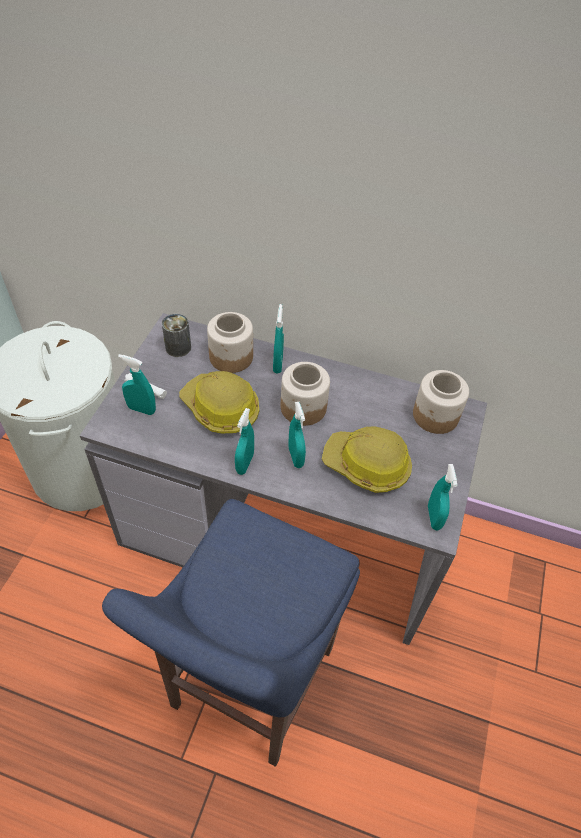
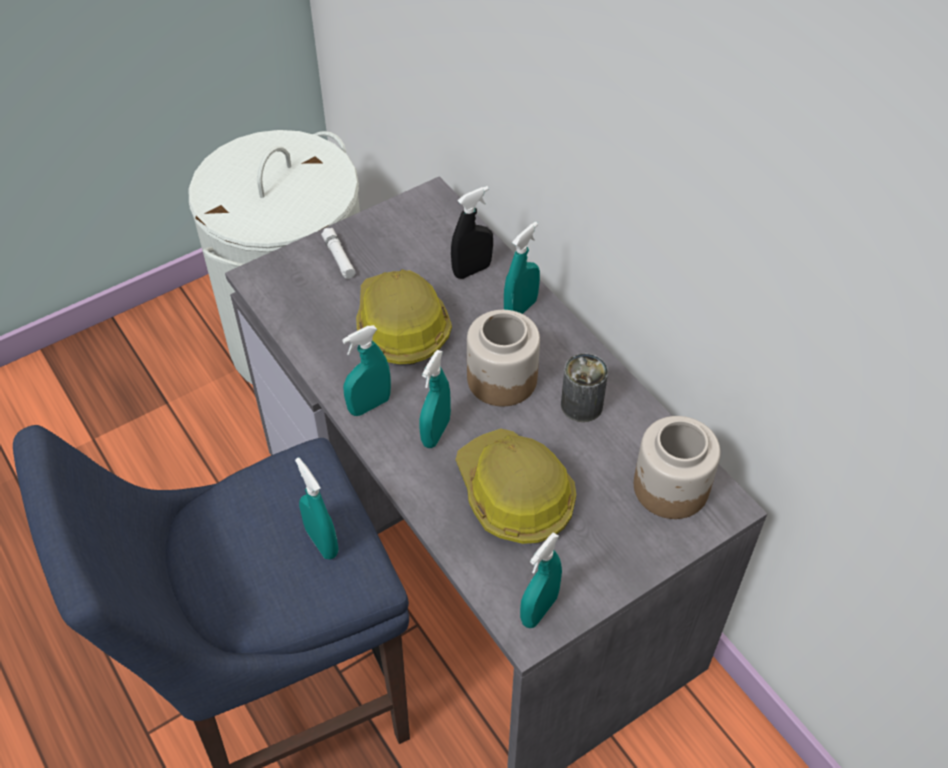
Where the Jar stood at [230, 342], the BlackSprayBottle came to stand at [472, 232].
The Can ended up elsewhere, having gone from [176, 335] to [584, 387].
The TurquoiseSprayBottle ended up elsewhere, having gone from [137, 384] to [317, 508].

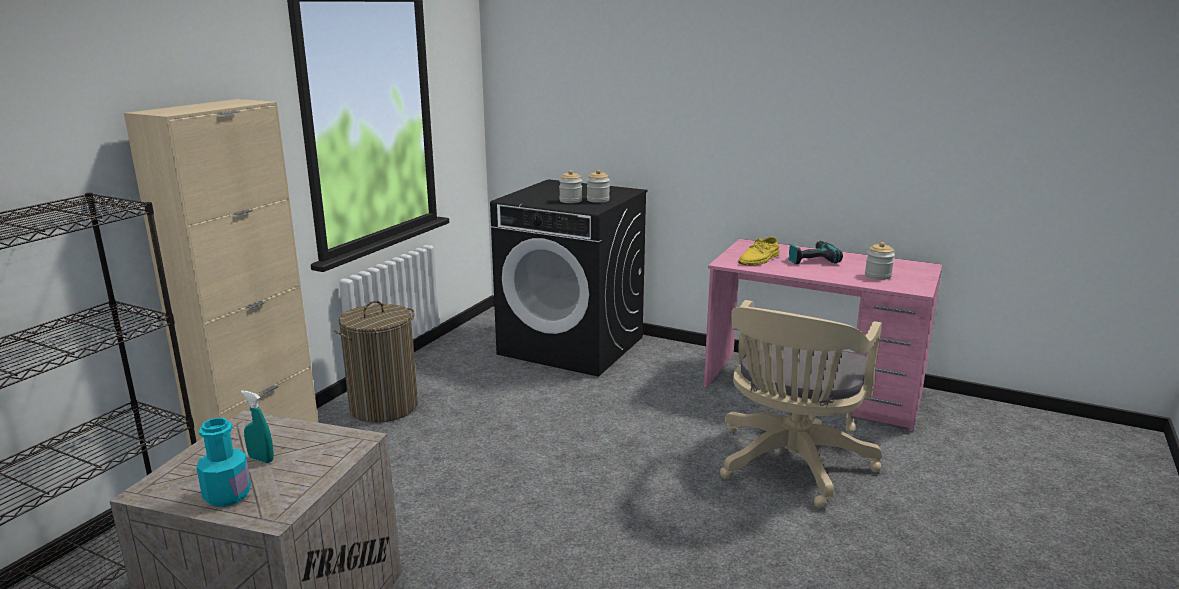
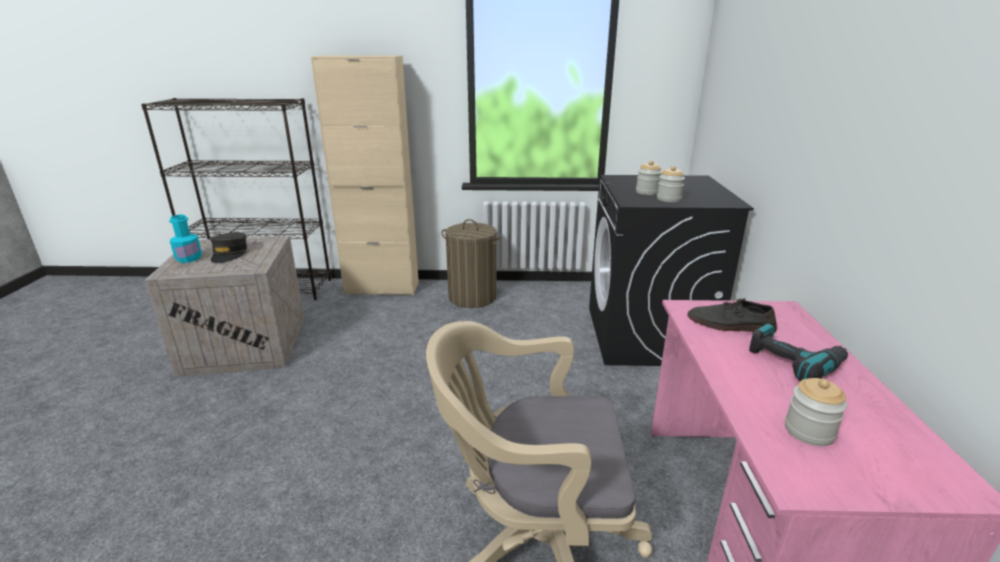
What was the YellowShoe at [758, 251] turned into the GreyShoe at [732, 315].
Where the TurquoiseSprayBottle stood at [257, 426], the GreyCap came to stand at [228, 247].

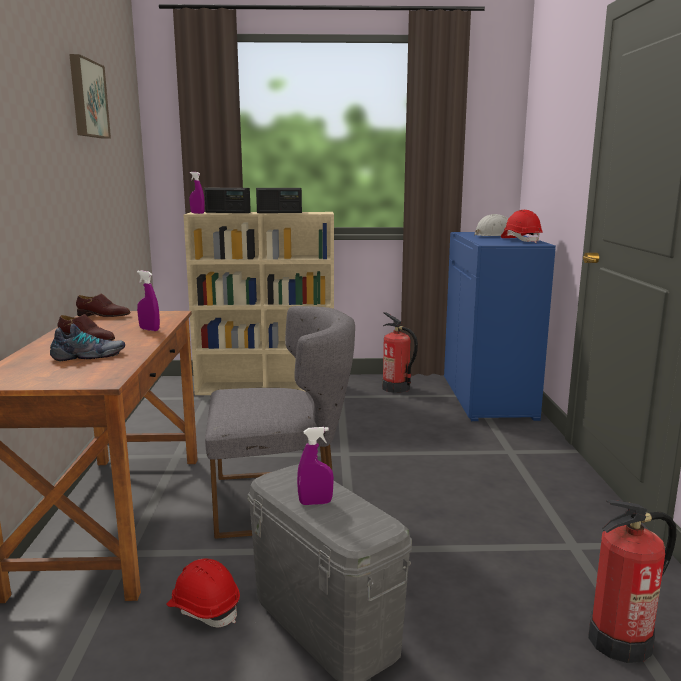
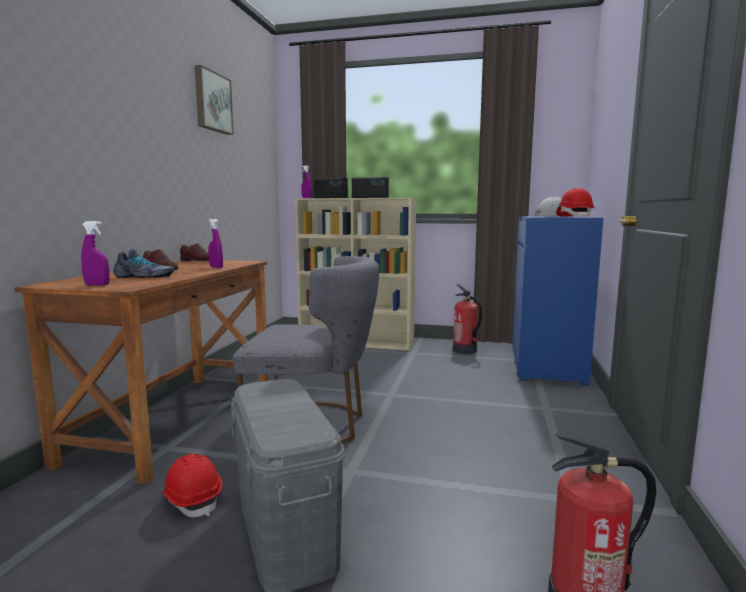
The PurpleSprayBottle ended up elsewhere, having gone from [315, 466] to [95, 253].

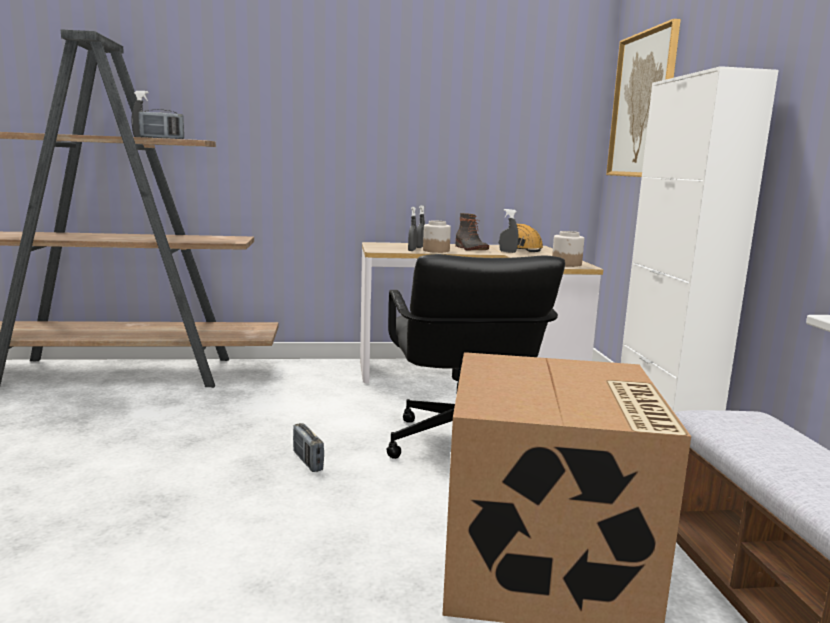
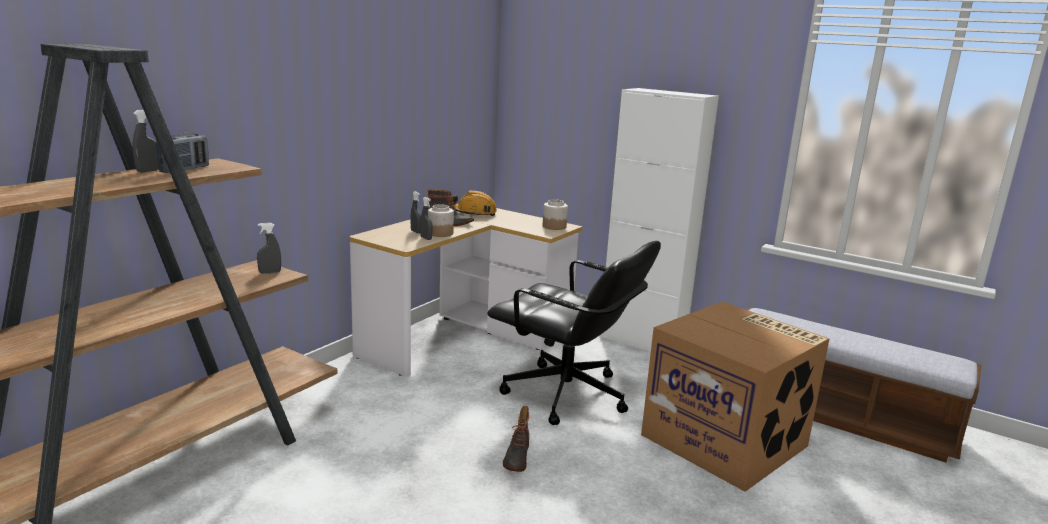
The second view lost the Picture at [643, 98].
The GreySprayBottle ended up elsewhere, having gone from [508, 231] to [269, 248].
Where the Radio stood at [308, 447], the Boot came to stand at [516, 439].

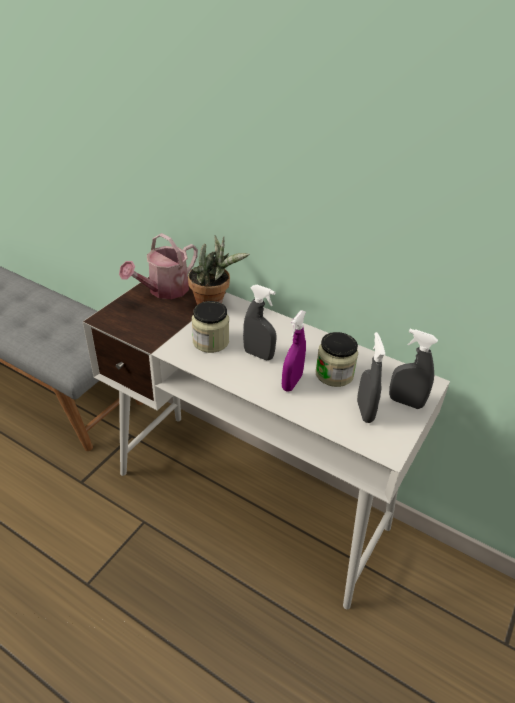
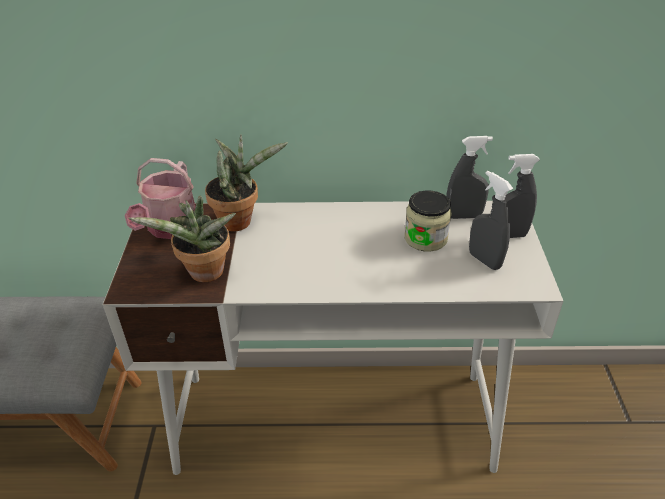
The GreySprayBottle ended up elsewhere, having gone from [259, 322] to [470, 177].
The second view lost the Jar at [210, 327].
The second view lost the PurpleSprayBottle at [294, 351].
The second view gained the PottedPlant at [182, 239].

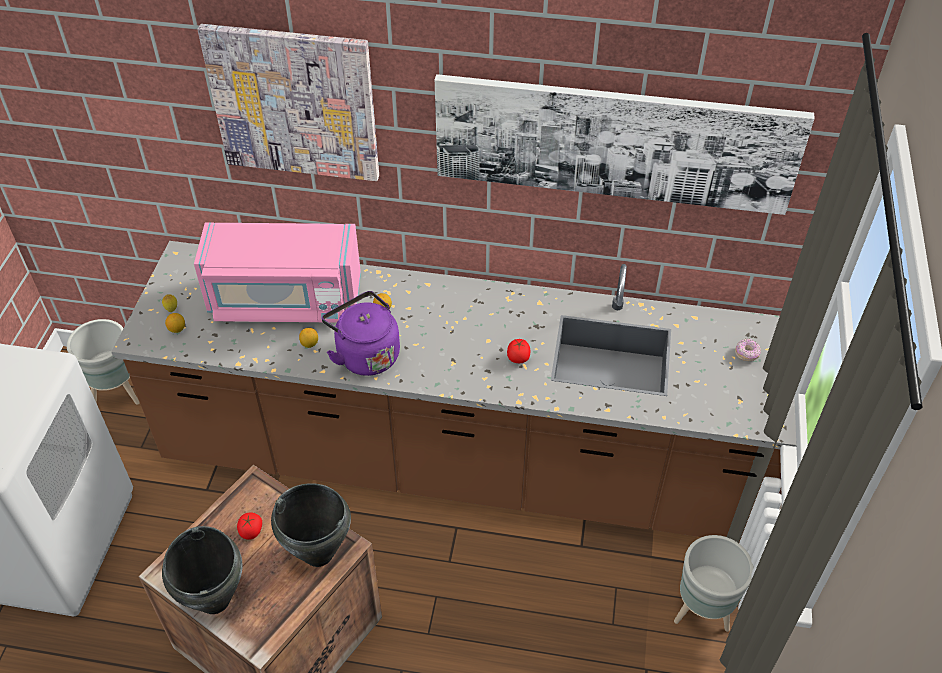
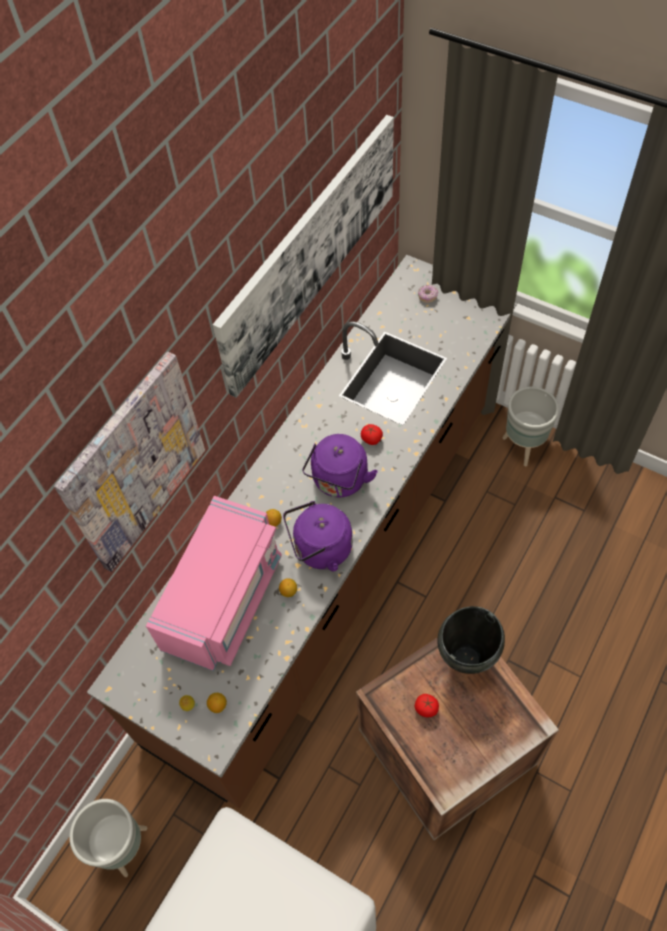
The second view lost the BlackCookingPot at [202, 570].
The second view gained the PurpleKettle at [340, 465].

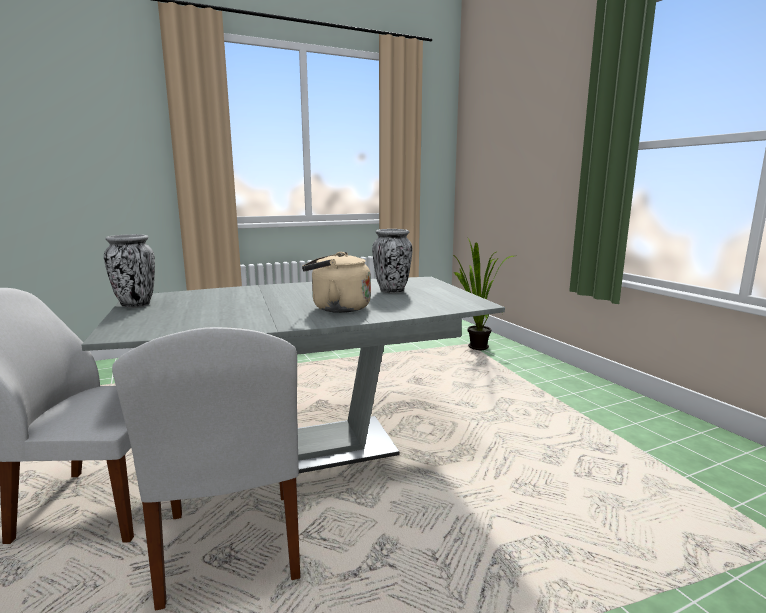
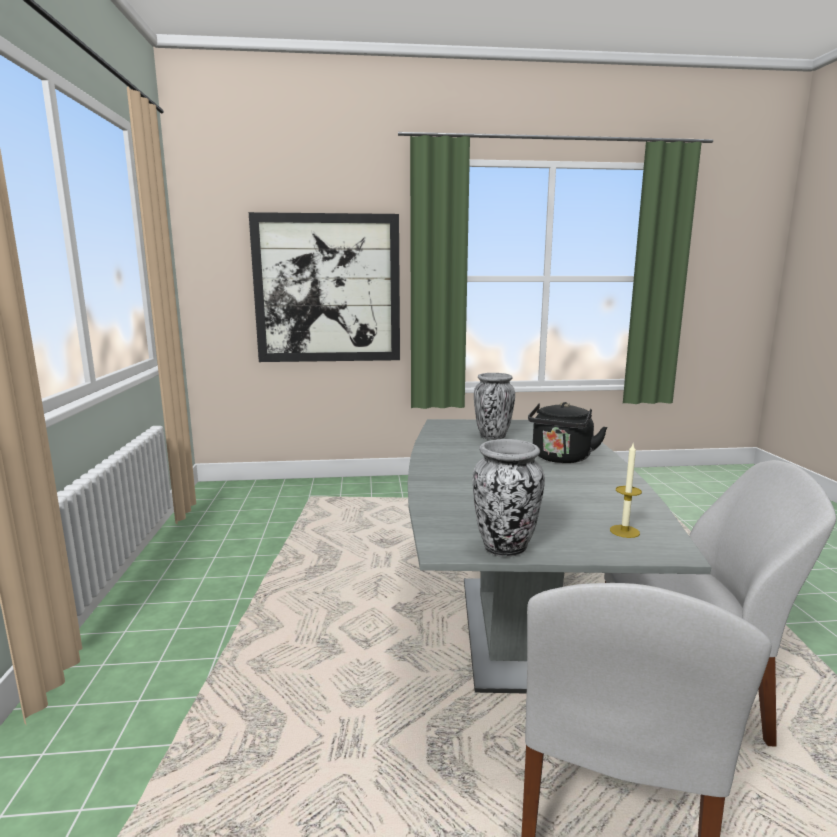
The second view lost the PottedPlant at [483, 293].
What was the BeigeKettle at [336, 282] turned into the BlackKettle at [568, 432].
The second view gained the Picture at [324, 287].
The second view gained the Candle at [626, 491].

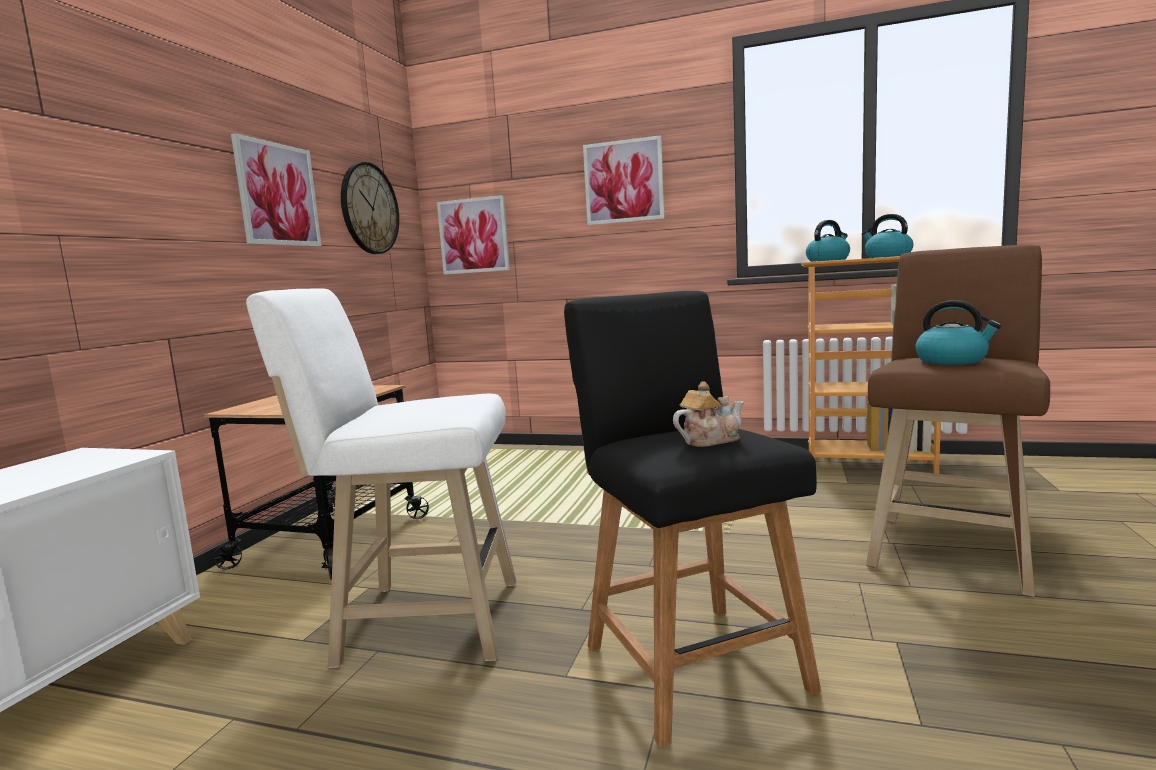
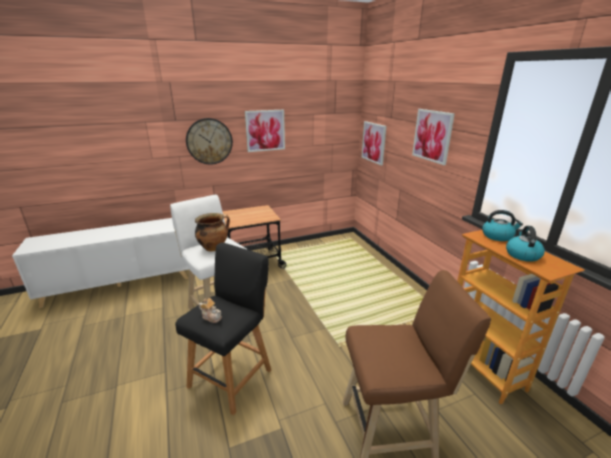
The WallClock ended up elsewhere, having gone from [370, 208] to [209, 141].
The second view lost the Kettle at [958, 332].
The second view gained the CookingPot at [212, 232].

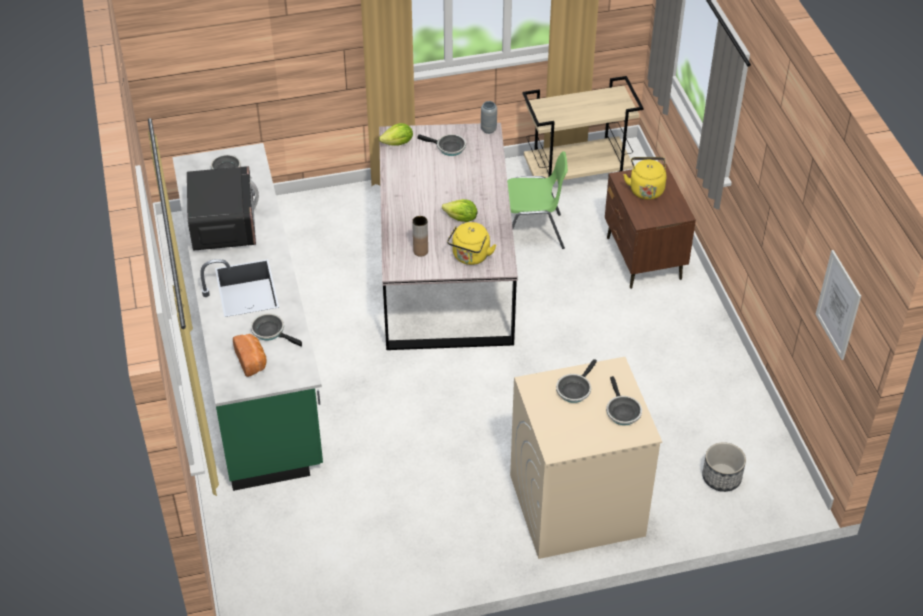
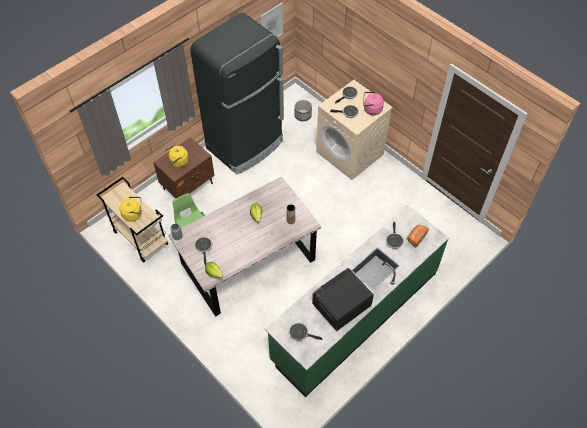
The YellowKettle ended up elsewhere, having gone from [471, 243] to [131, 209].
The second view gained the BlackFridge at [237, 94].
The second view gained the PinkKettle at [373, 103].

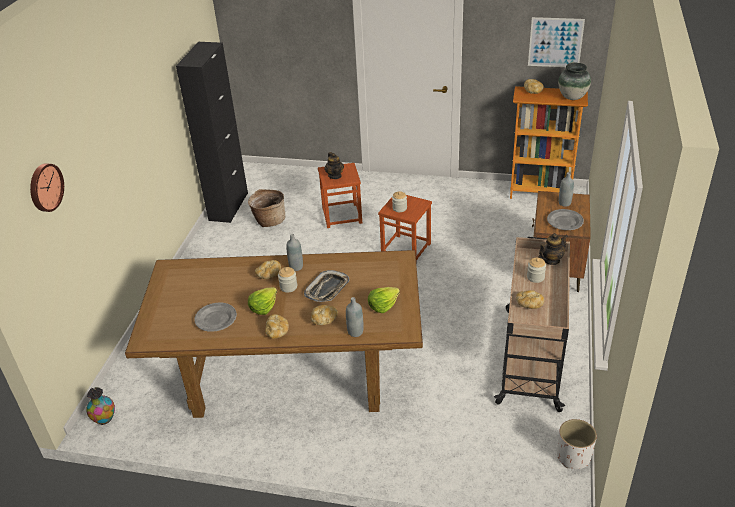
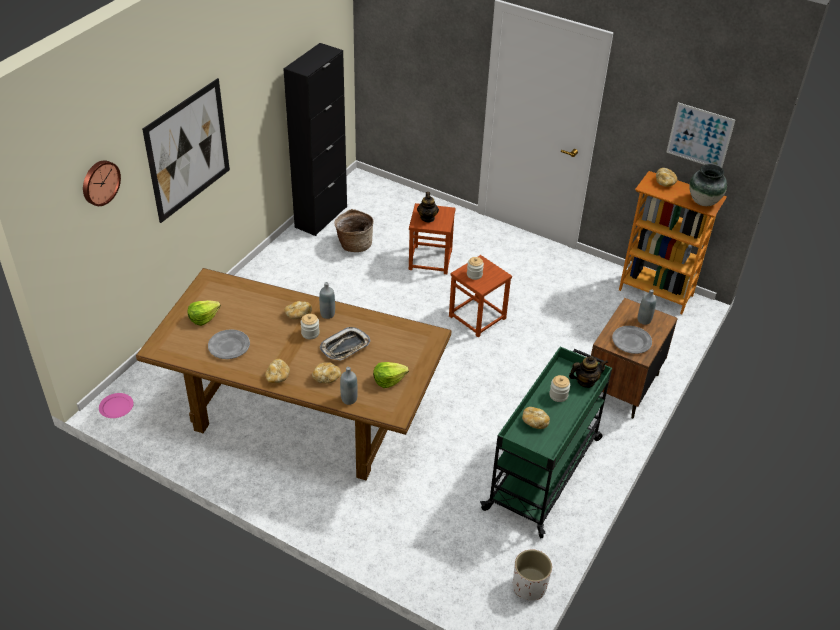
What was the BeigeCart at [532, 324] turned into the GreenCart at [546, 442].
The Lettuce ended up elsewhere, having gone from [262, 301] to [204, 313].
Where the Vase stood at [100, 406], the PinkPlate came to stand at [116, 405].
The second view gained the Picture at [186, 150].

